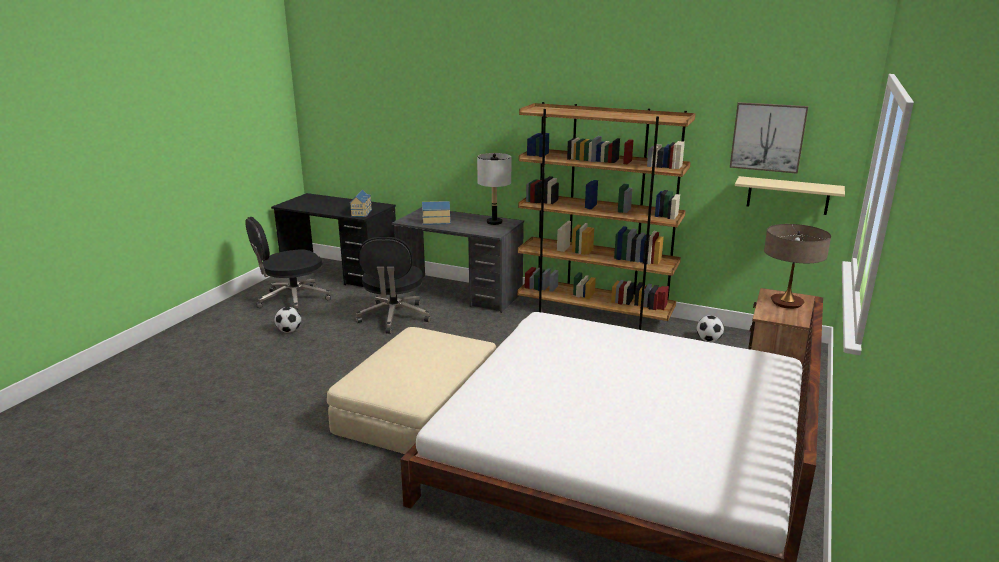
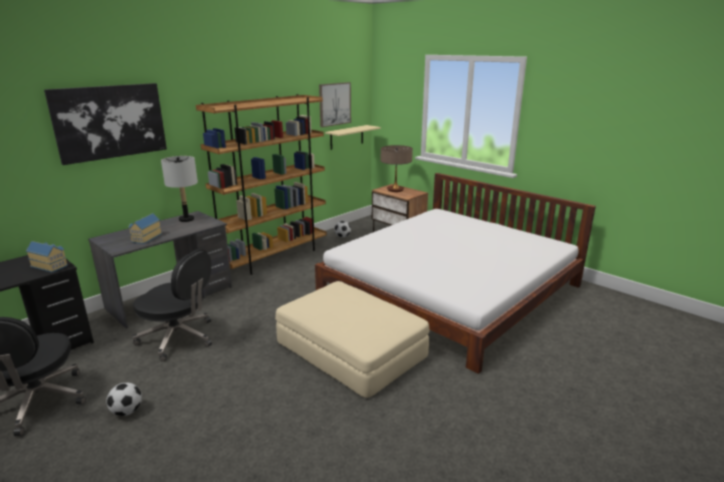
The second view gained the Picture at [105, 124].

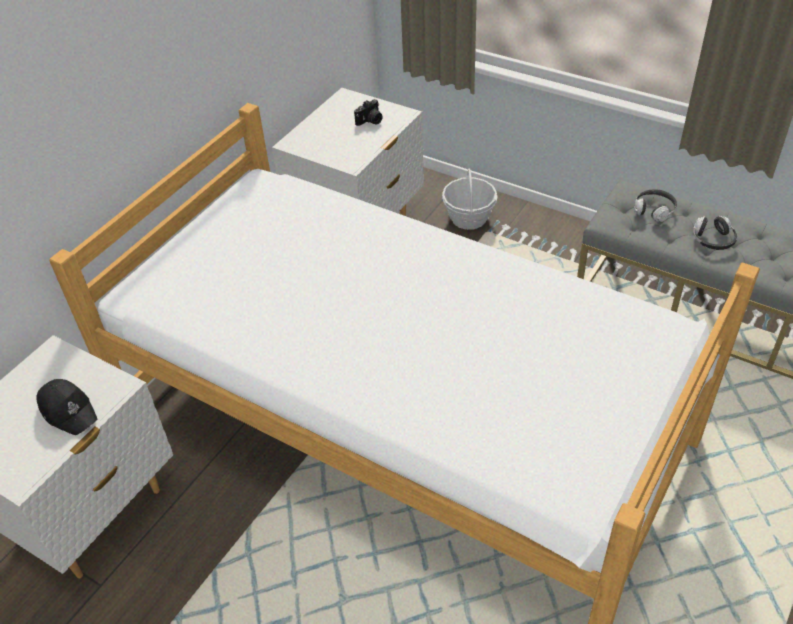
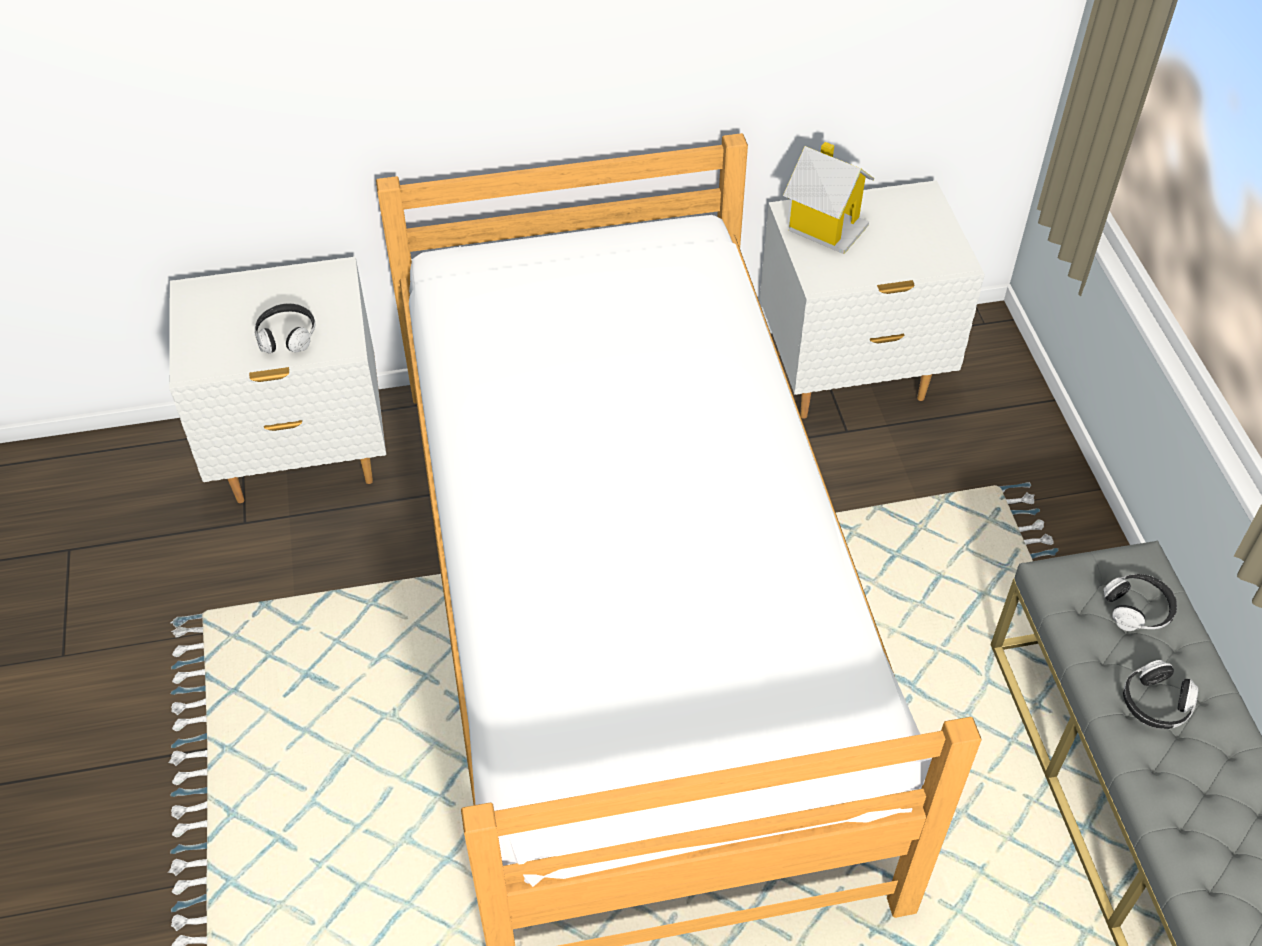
The second view lost the PhotoCamera at [368, 112].
The second view lost the Basket at [470, 199].
Where the BlackCap stood at [66, 407], the Headphones came to stand at [285, 328].
The second view gained the ToyHouse at [828, 198].

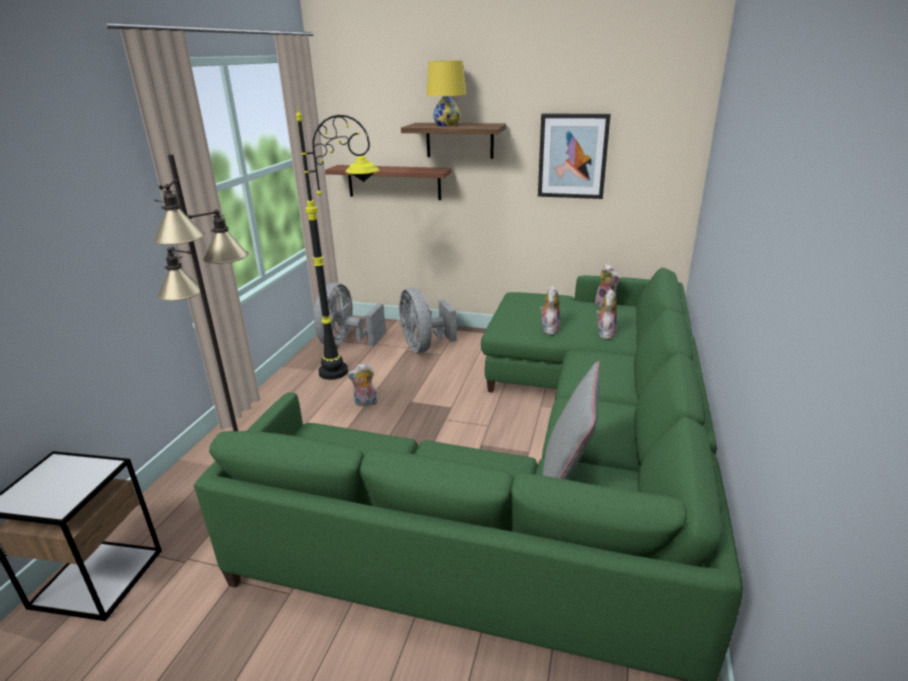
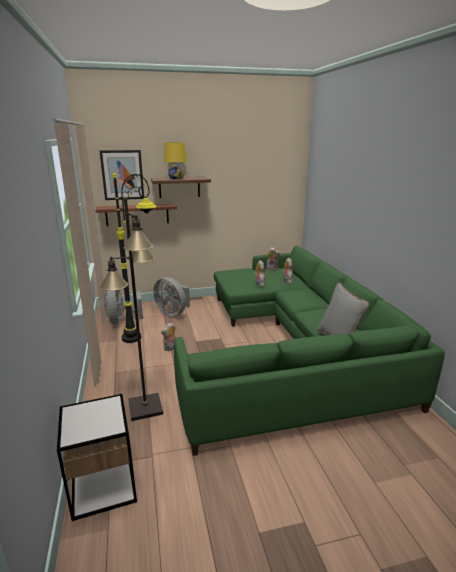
The Picture ended up elsewhere, having gone from [574, 156] to [121, 175].

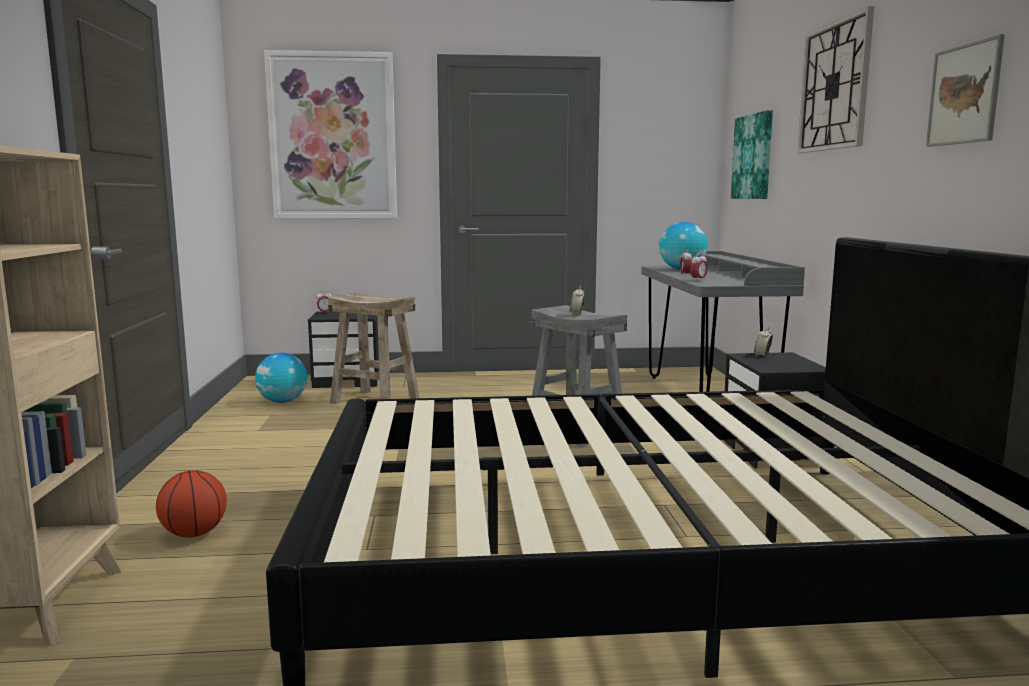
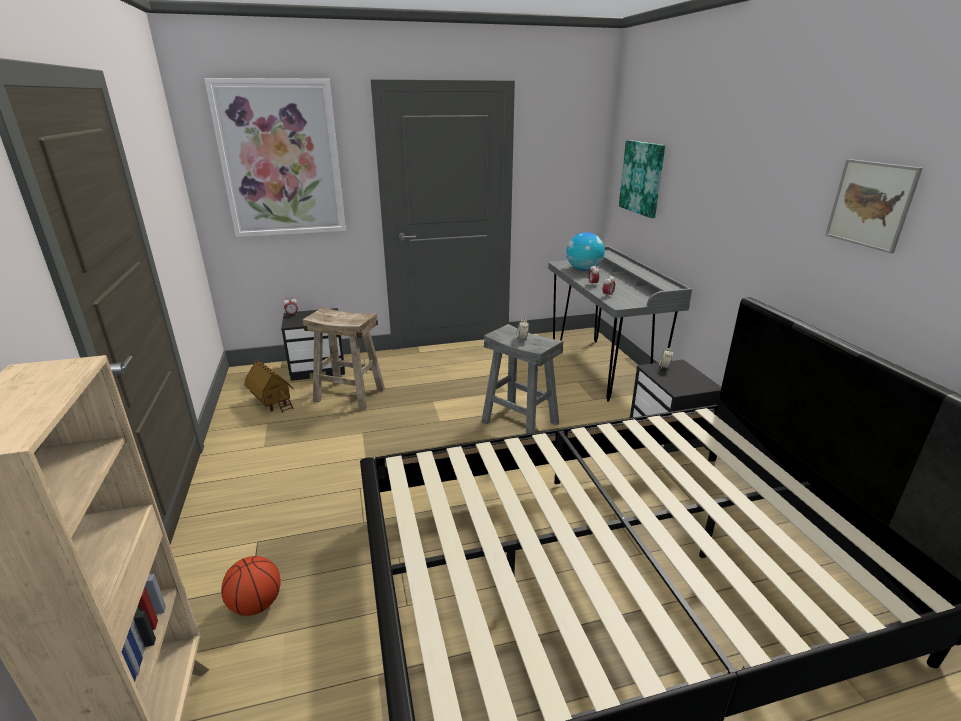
The second view lost the WallClock at [835, 79].
Where the Globe stood at [281, 378], the ToyHouse came to stand at [269, 386].

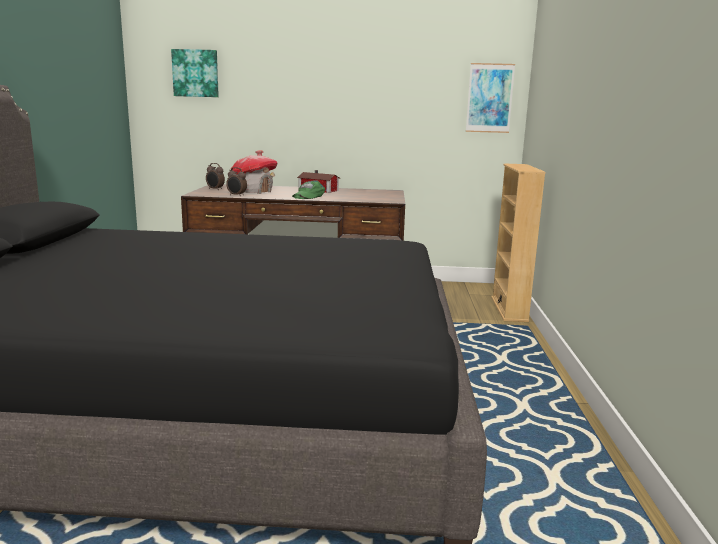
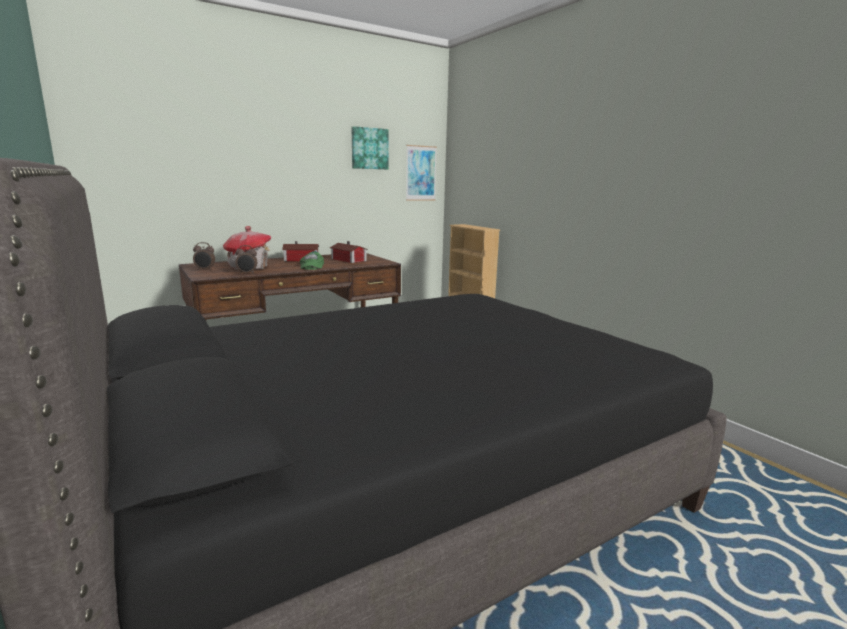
The Picture ended up elsewhere, having gone from [195, 73] to [370, 147].
The second view gained the ToyHouse at [349, 252].

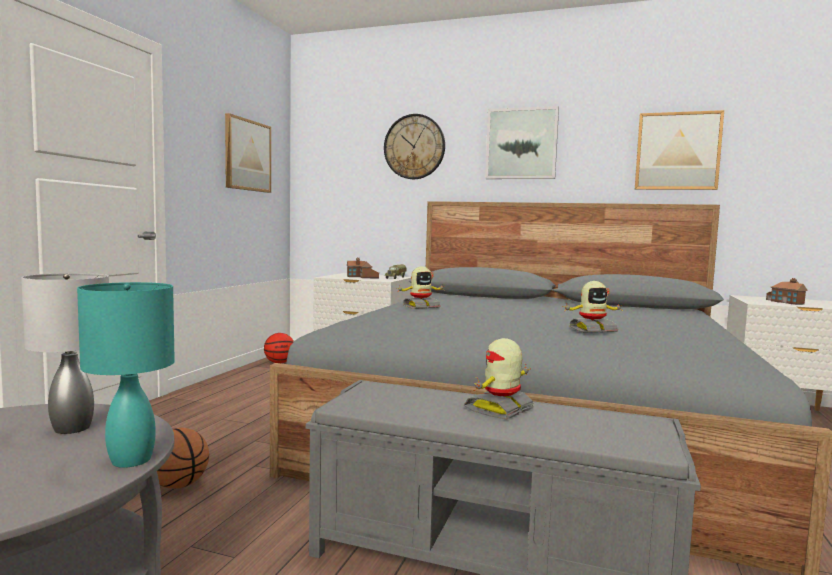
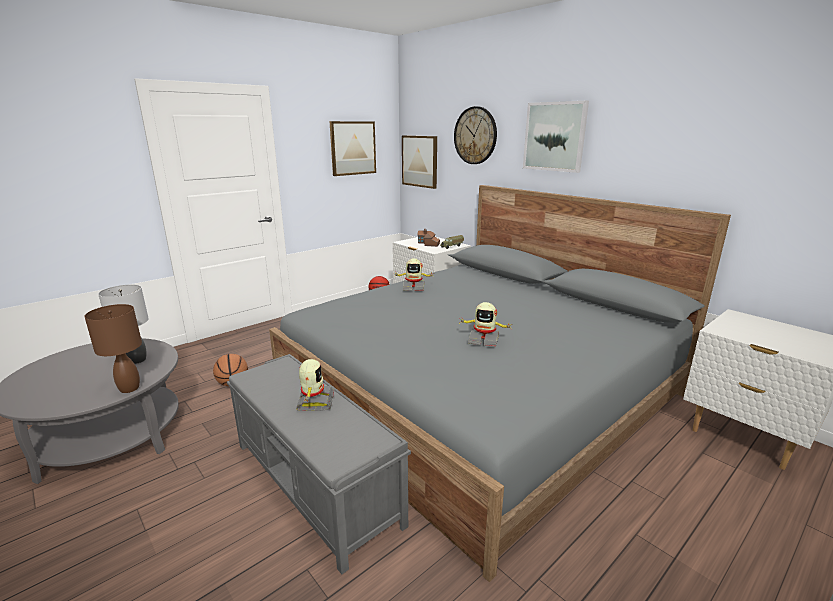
The Picture ended up elsewhere, having gone from [679, 150] to [419, 162].
The second view lost the ToyHouse at [787, 291].
What was the TurquoiseTableLamp at [126, 375] turned into the BrownTableLamp at [113, 348].
The ToyRobot at [499, 379] ended up facing another way, 105 degrees clockwise from before.

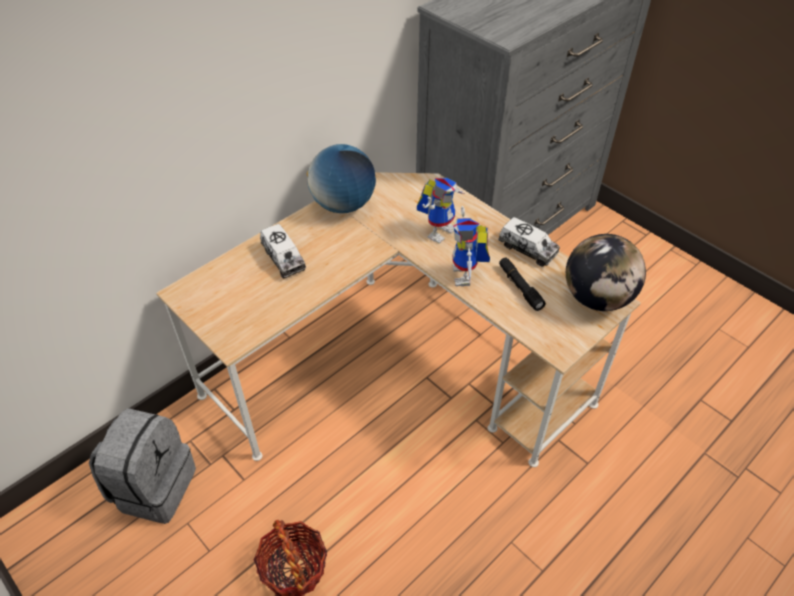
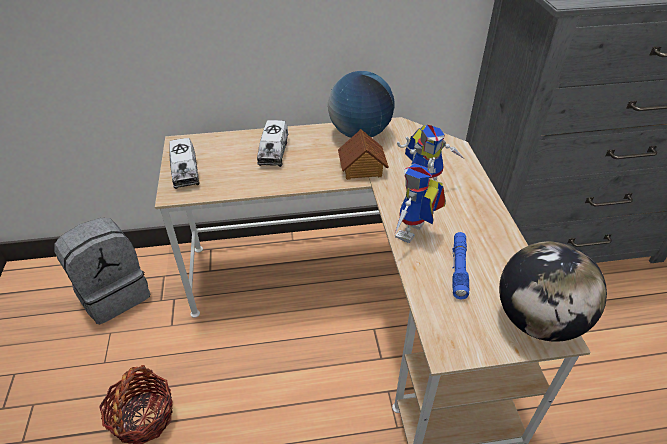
The ToyTruck ended up elsewhere, having gone from [529, 242] to [184, 163].
What was the BlackFlashlight at [522, 284] turned into the BlueFlashlight at [461, 265].
The second view gained the ToyHouse at [363, 154].

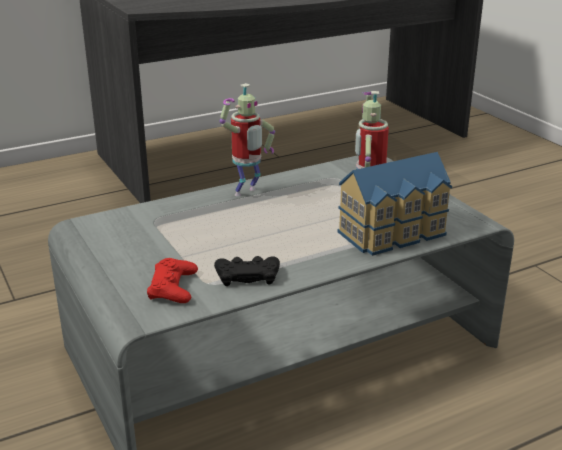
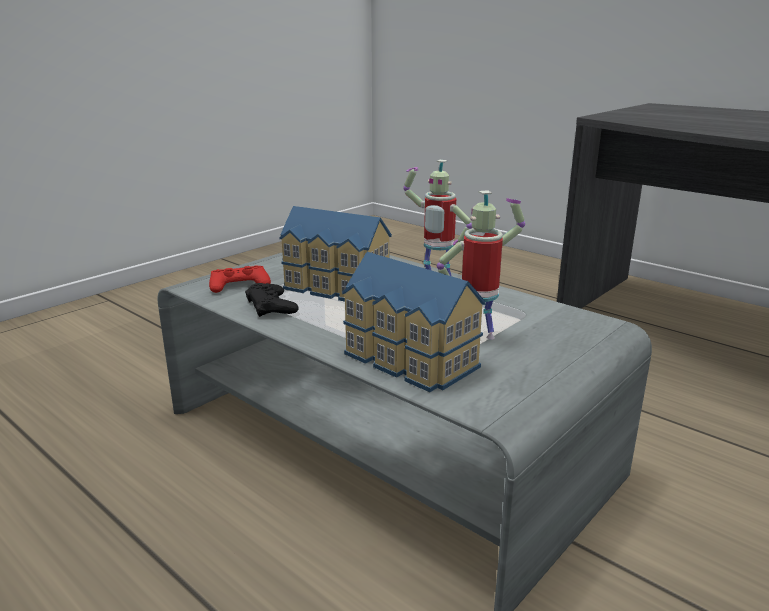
The second view gained the ToyHouse at [336, 254].

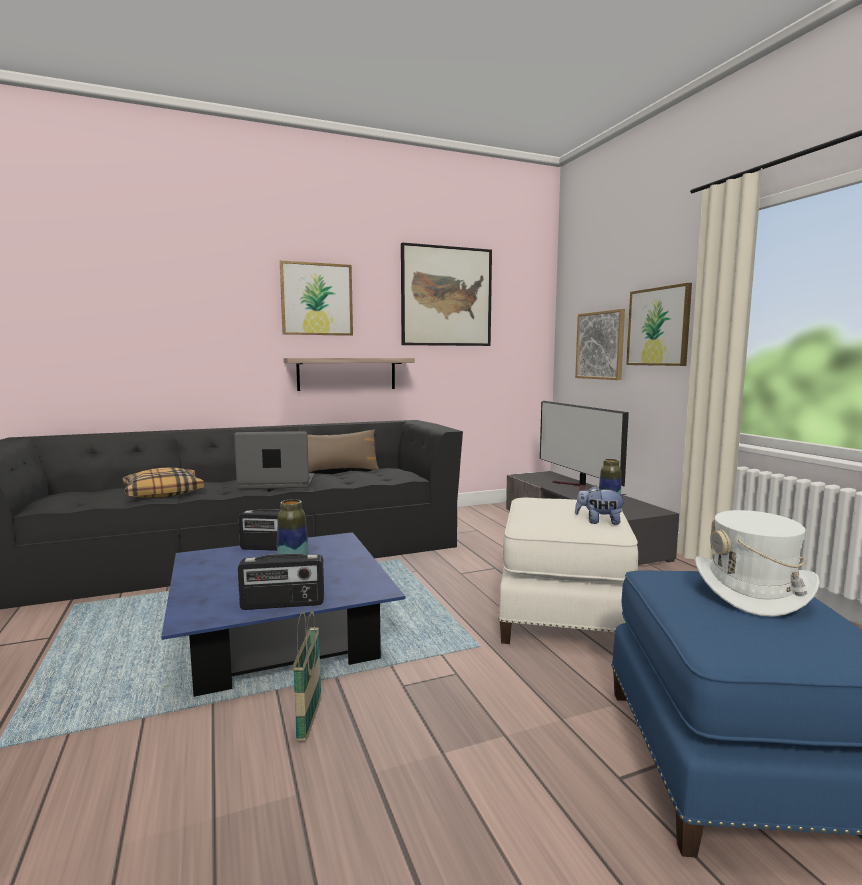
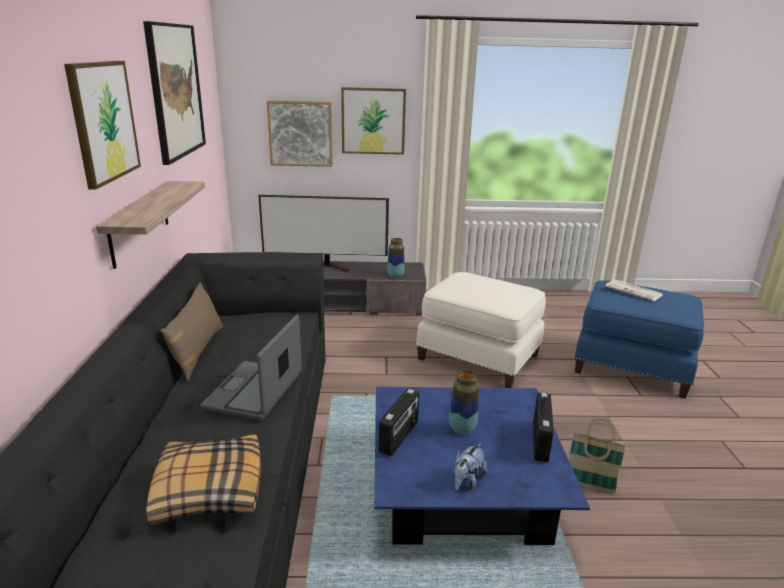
The PlushToy ended up elsewhere, having gone from [601, 505] to [470, 466].
Where the WhiteHat stood at [757, 563], the Newspaper came to stand at [634, 290].

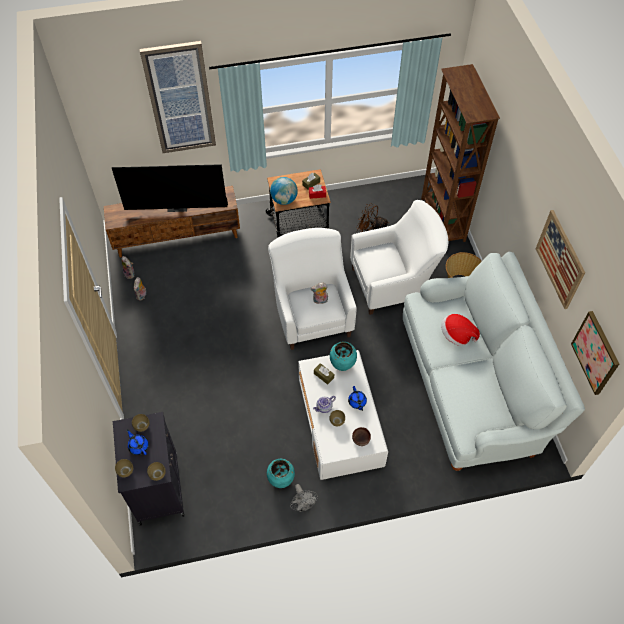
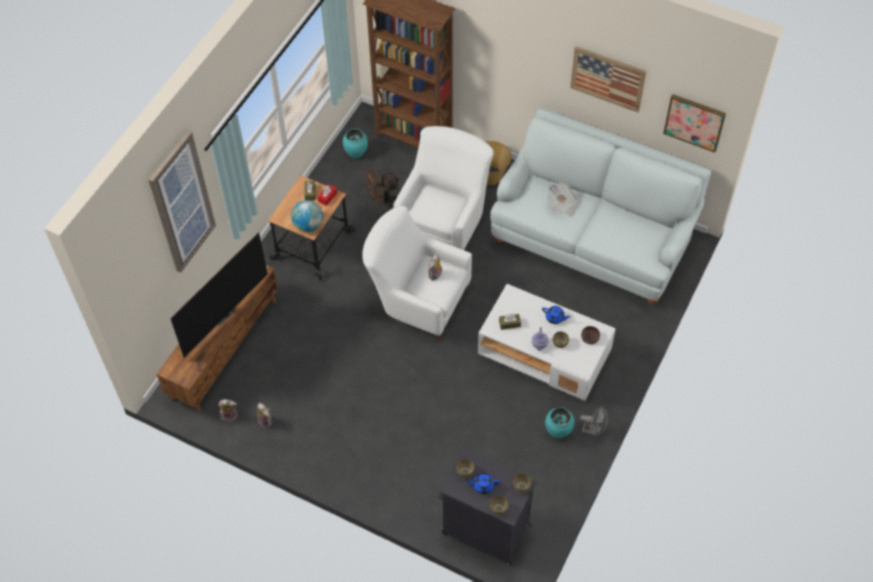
Where the Hat stood at [460, 330], the Newspaper came to stand at [563, 200].
The TurquoiseVase ended up elsewhere, having gone from [343, 356] to [355, 143].

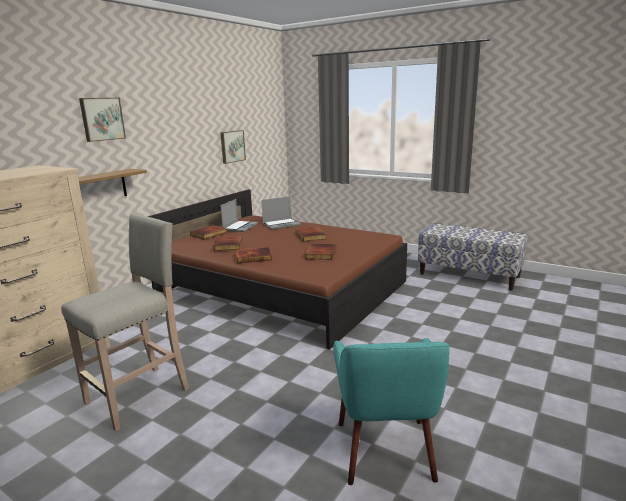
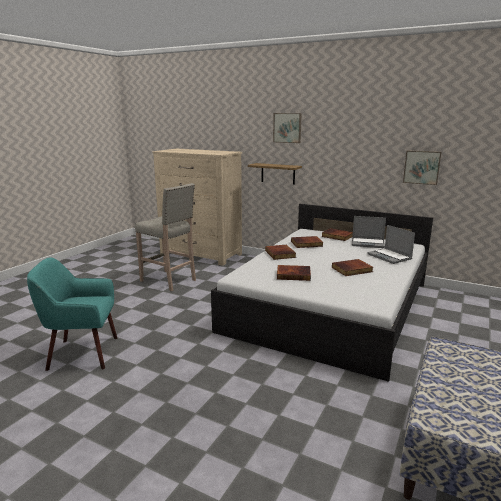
What was the BrownBed at [277, 269] turned into the WhiteBed at [322, 293].

